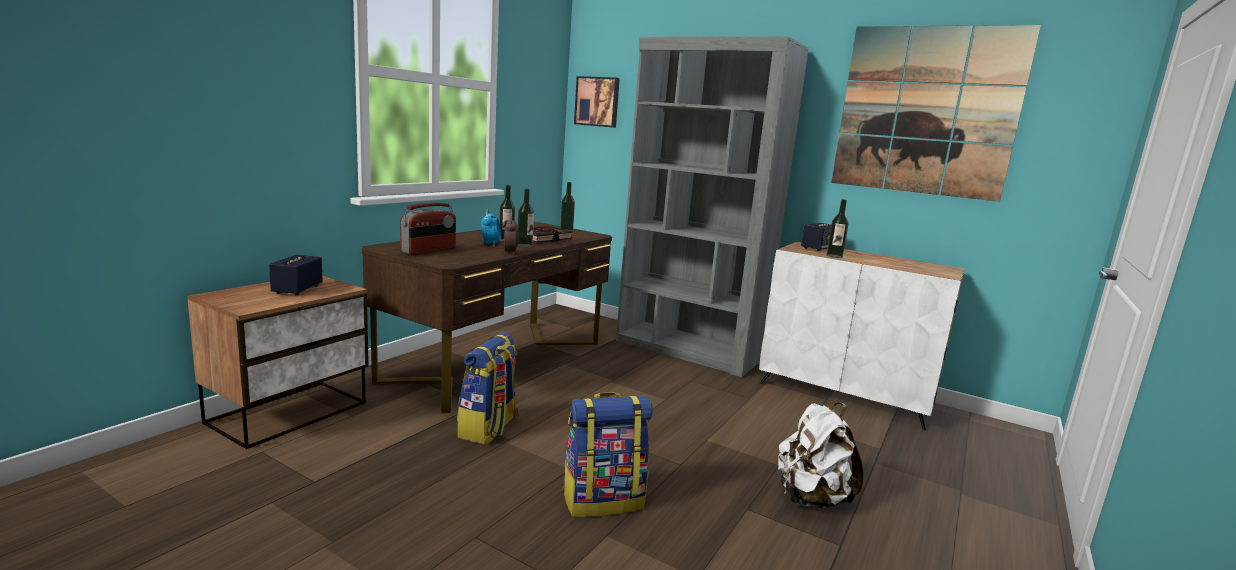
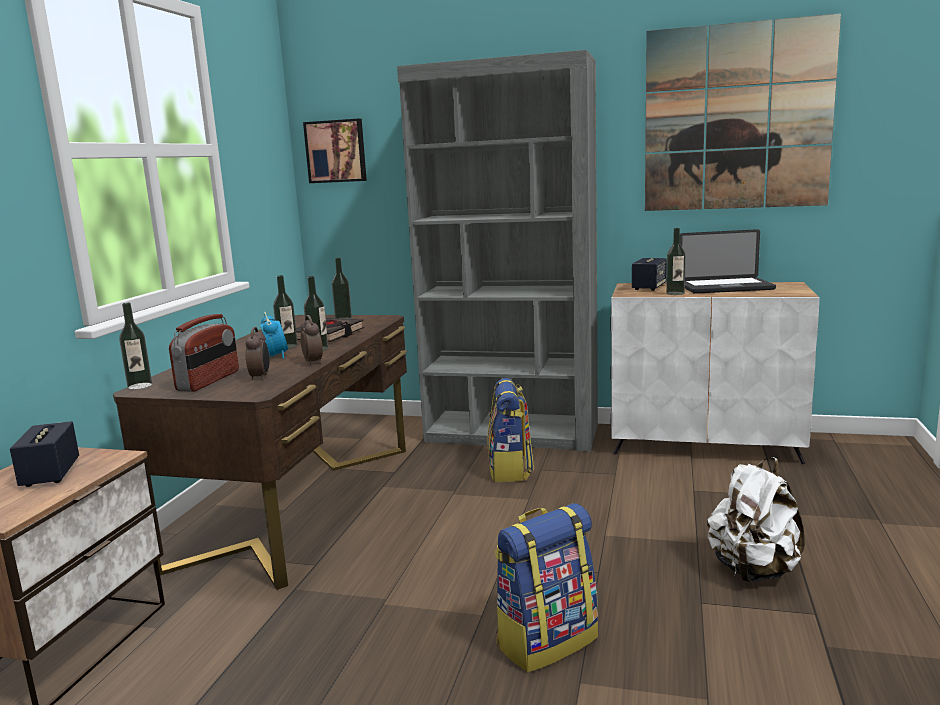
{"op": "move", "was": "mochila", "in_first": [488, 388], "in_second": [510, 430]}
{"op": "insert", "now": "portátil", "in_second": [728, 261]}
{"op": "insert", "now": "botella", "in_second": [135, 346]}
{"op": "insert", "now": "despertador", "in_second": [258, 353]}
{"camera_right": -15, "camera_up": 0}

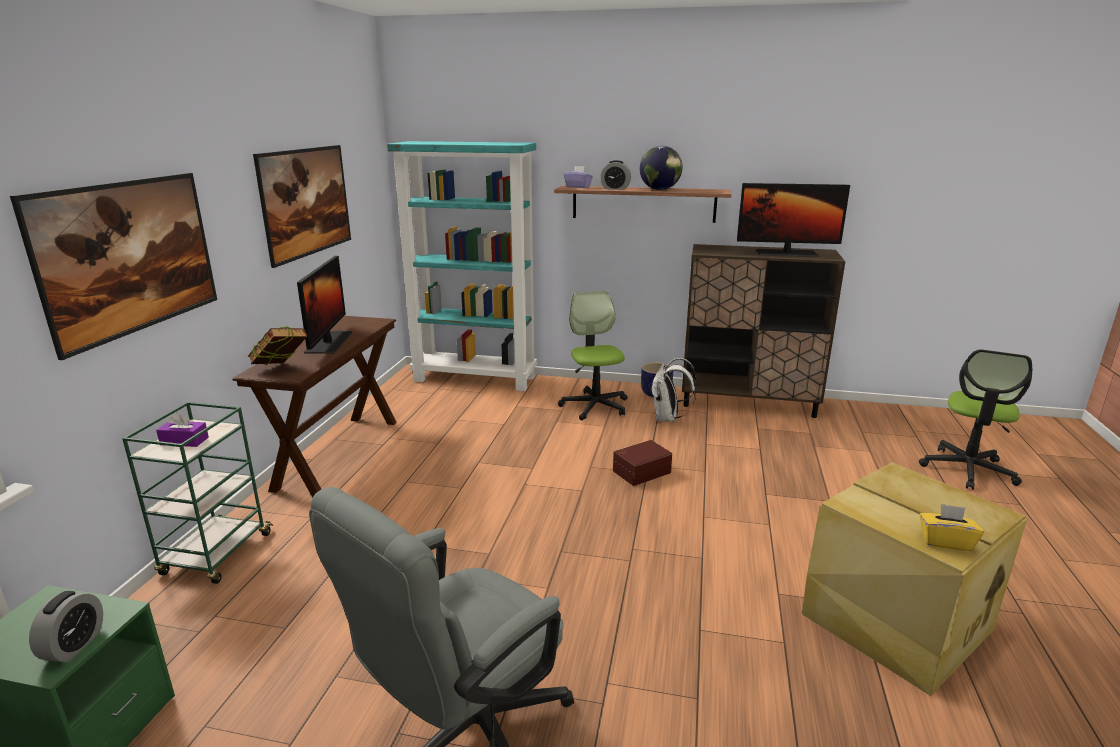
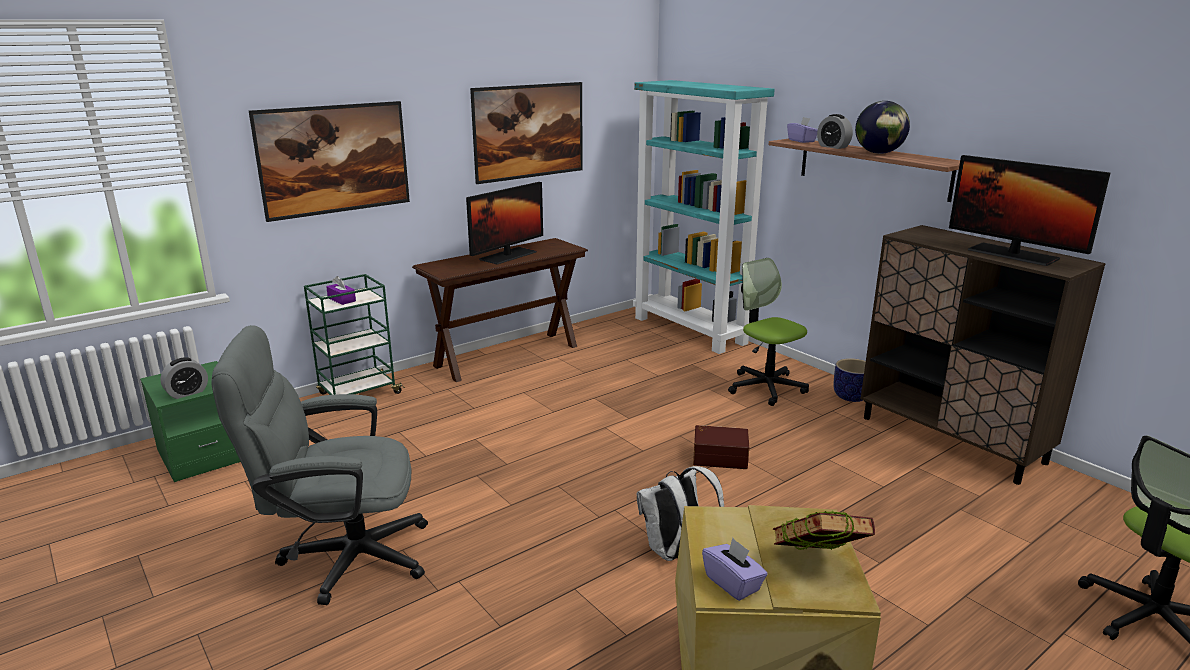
{"op": "rotate", "was": "silla de oficina", "in_first": [593, 355], "in_second": [768, 332], "clockwise": -60}
{"op": "move", "was": "libro", "in_first": [277, 345], "in_second": [824, 530]}
{"op": "move", "was": "mochila [blanco]", "in_first": [674, 390], "in_second": [680, 513]}
{"op": "recolor", "was": "caja de pañuelos [amarillo]", "now": "caja de pañuelos [morado]", "in_first": [952, 527], "in_second": [735, 569]}
{"camera_right": 40, "camera_up": 0}

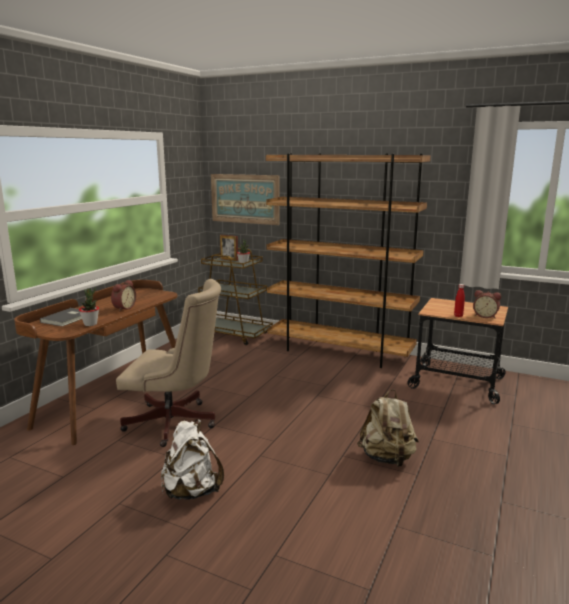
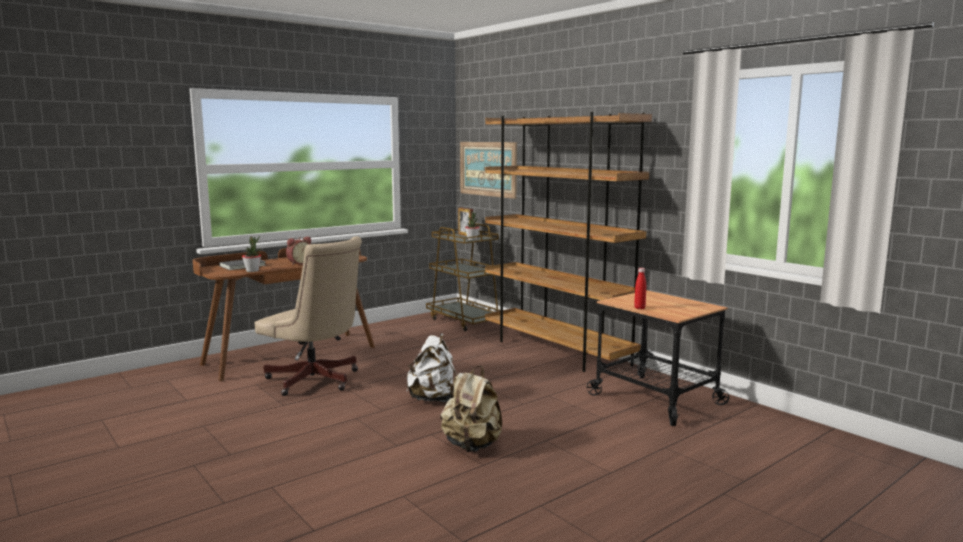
{"op": "delete", "was": "despertador", "in_first": [487, 304]}
{"op": "move", "was": "mochila [blanco]", "in_first": [192, 459], "in_second": [432, 367]}
{"camera_right": 25, "camera_up": -5}

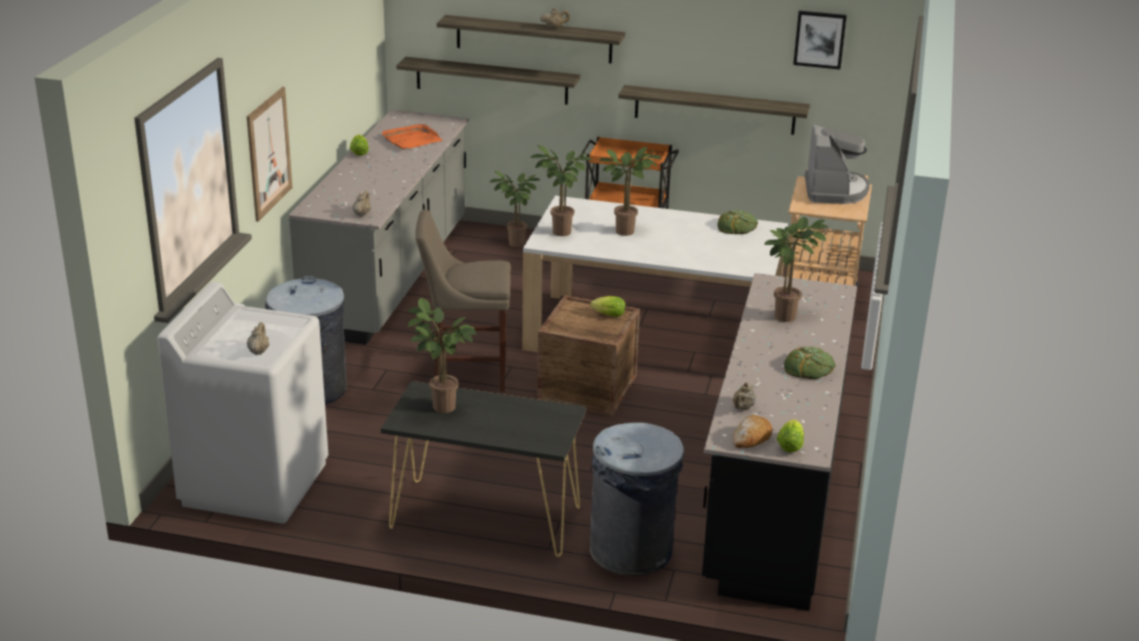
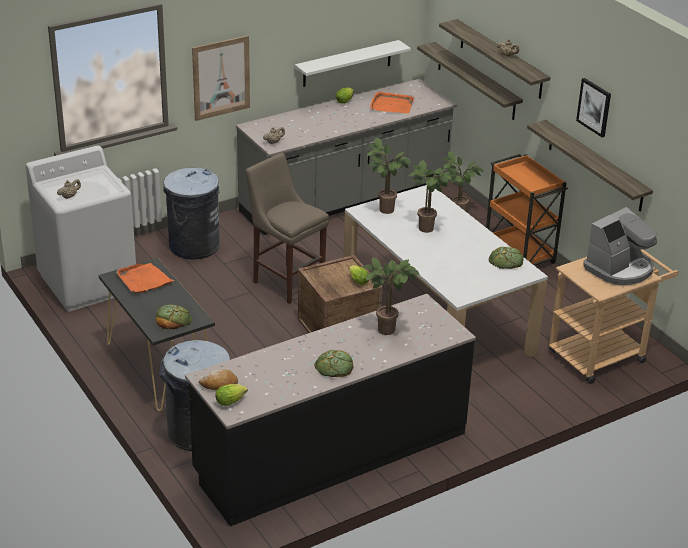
{"op": "move", "was": "cuadro", "in_first": [820, 40], "in_second": [593, 107]}
{"op": "replace", "was": "planta en maceta", "now": "bandeja [naranja]", "in_first": [442, 355], "in_second": [145, 278]}
{"op": "delete", "was": "tetera [beis]", "in_first": [744, 396]}
{"op": "insert", "now": "estante [blanco]", "in_second": [353, 63]}
{"op": "insert", "now": "pan", "in_second": [174, 317]}
{"camera_right": 45, "camera_up": 5}

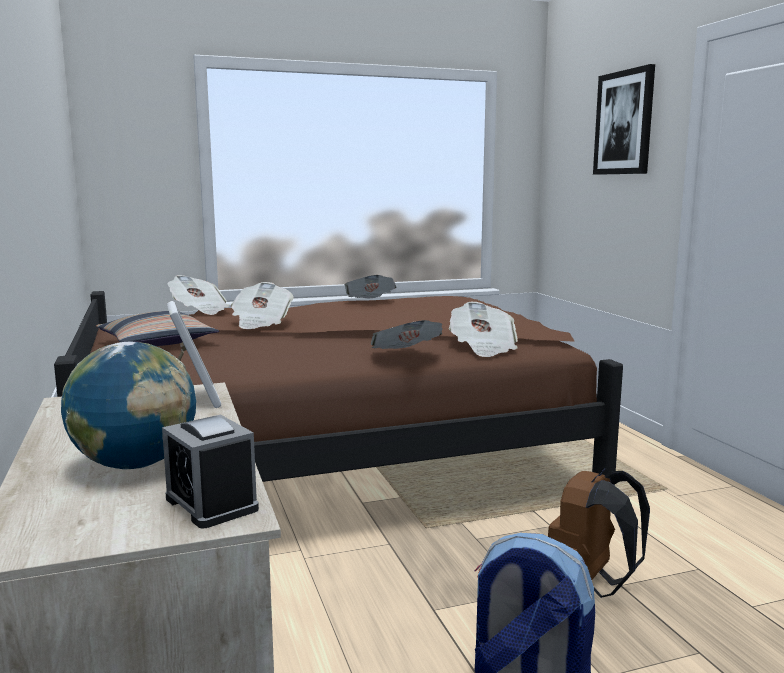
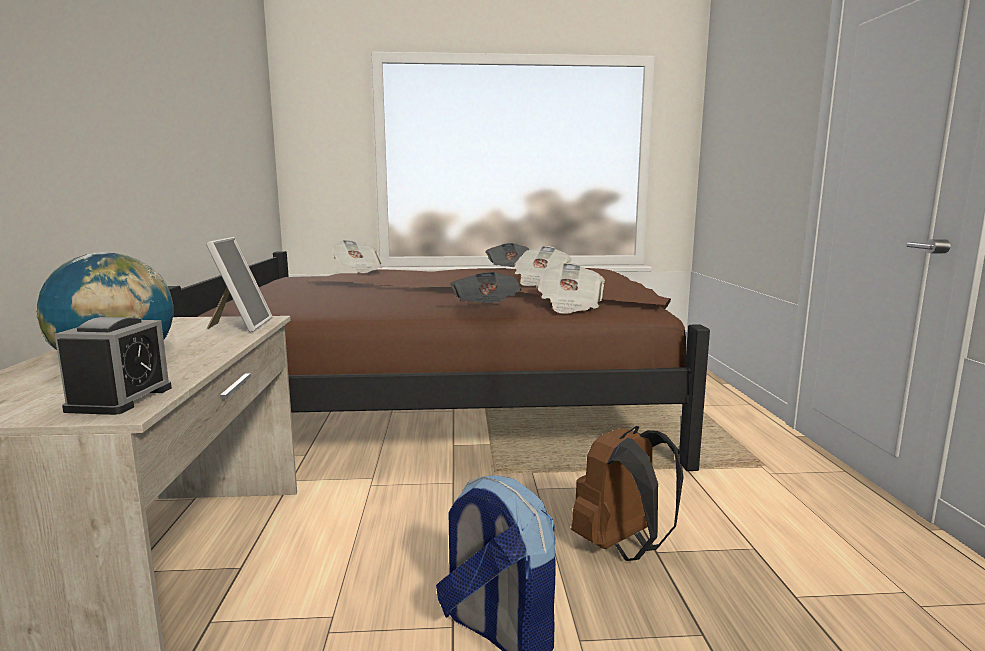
{"op": "delete", "was": "cuadro", "in_first": [624, 119]}
{"op": "move", "was": "periódico", "in_first": [262, 305], "in_second": [543, 266]}
{"op": "delete", "was": "cojín", "in_first": [157, 328]}
{"op": "rotate", "was": "despertador", "in_first": [210, 472], "in_second": [113, 366], "clockwise": -150}
{"camera_right": 15, "camera_up": 0}

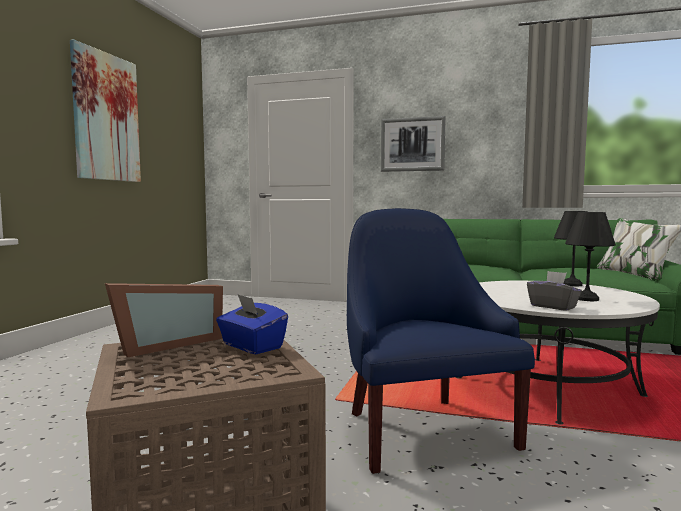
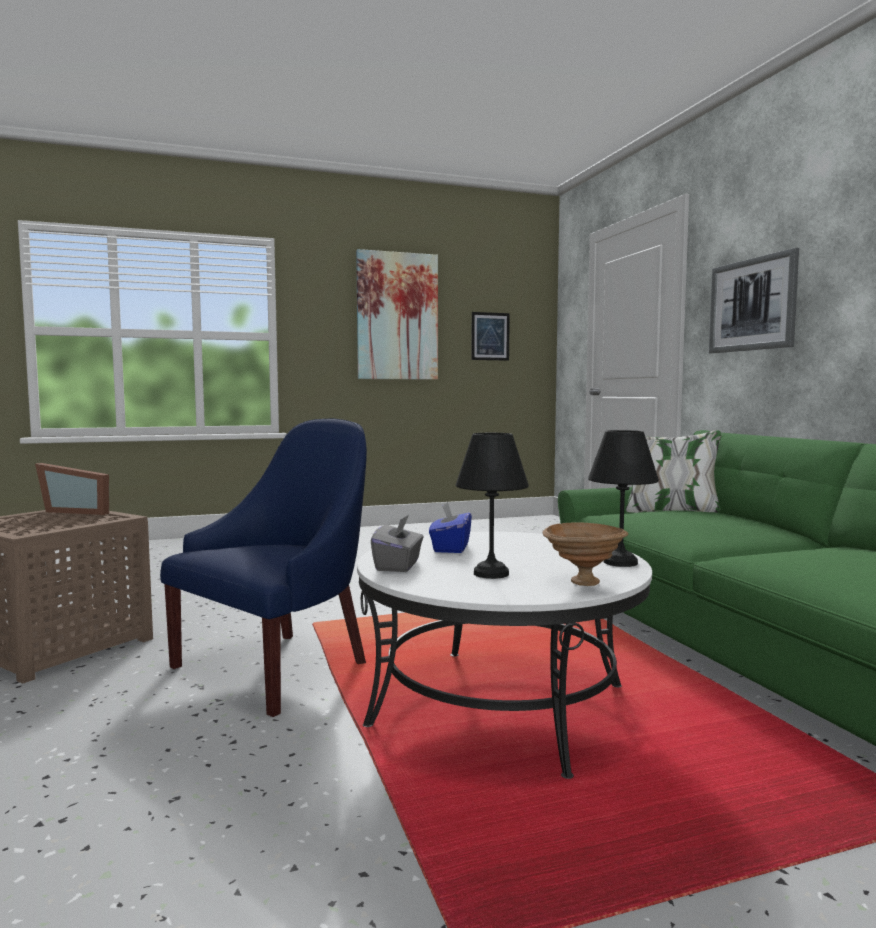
{"op": "move", "was": "caja de pañuelos [azul]", "in_first": [252, 324], "in_second": [450, 527]}
{"op": "insert", "now": "cuadro", "in_second": [490, 336]}
{"op": "insert", "now": "cuenco [marrón]", "in_second": [585, 554]}
{"camera_right": 55, "camera_up": 0}

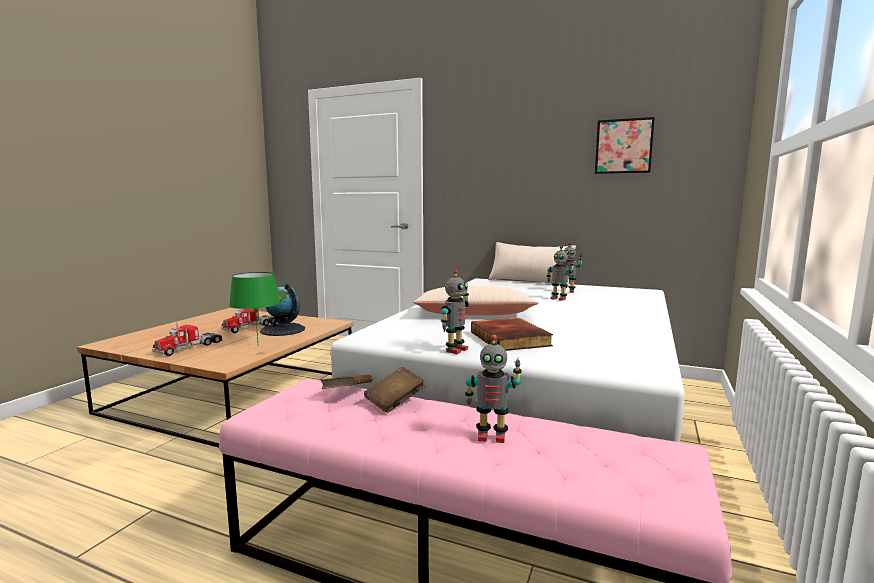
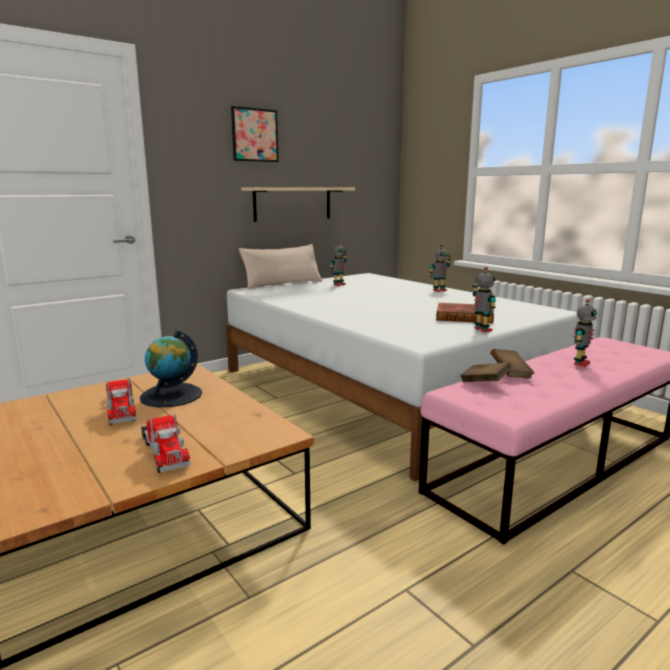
{"op": "move", "was": "cuadro", "in_first": [625, 145], "in_second": [255, 134]}
{"op": "move", "was": "robot de juguete", "in_first": [561, 273], "in_second": [440, 268]}
{"op": "delete", "was": "lámpara de mesa [verde]", "in_first": [254, 307]}
{"op": "delete", "was": "cojín [beis]", "in_first": [476, 300]}
{"op": "insert", "now": "estante [beis]", "in_second": [298, 204]}
{"camera_right": -60, "camera_up": 5}

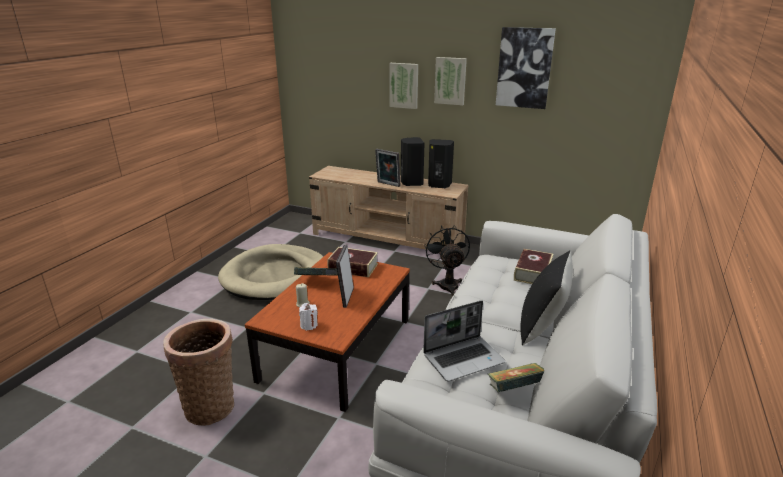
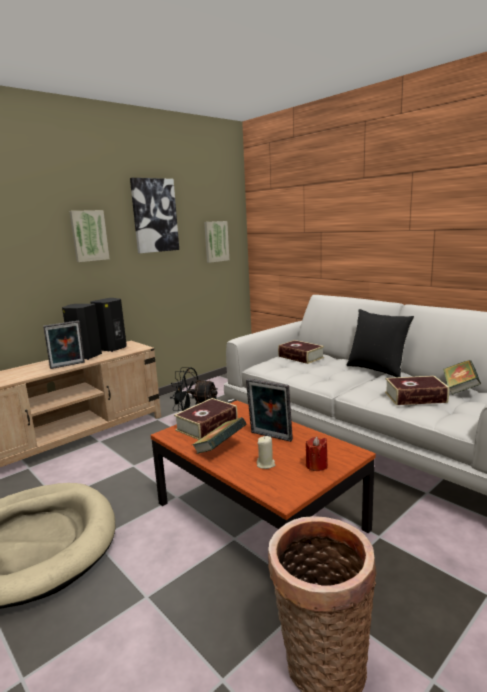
{"op": "move", "was": "cuadro", "in_first": [403, 86], "in_second": [216, 242]}
{"op": "replace", "was": "portátil", "now": "libro", "in_first": [464, 340], "in_second": [417, 390]}
{"op": "recolor", "was": "vela [blanco]", "now": "vela [rojo]", "in_first": [308, 316], "in_second": [317, 454]}
{"camera_right": -65, "camera_up": -10}

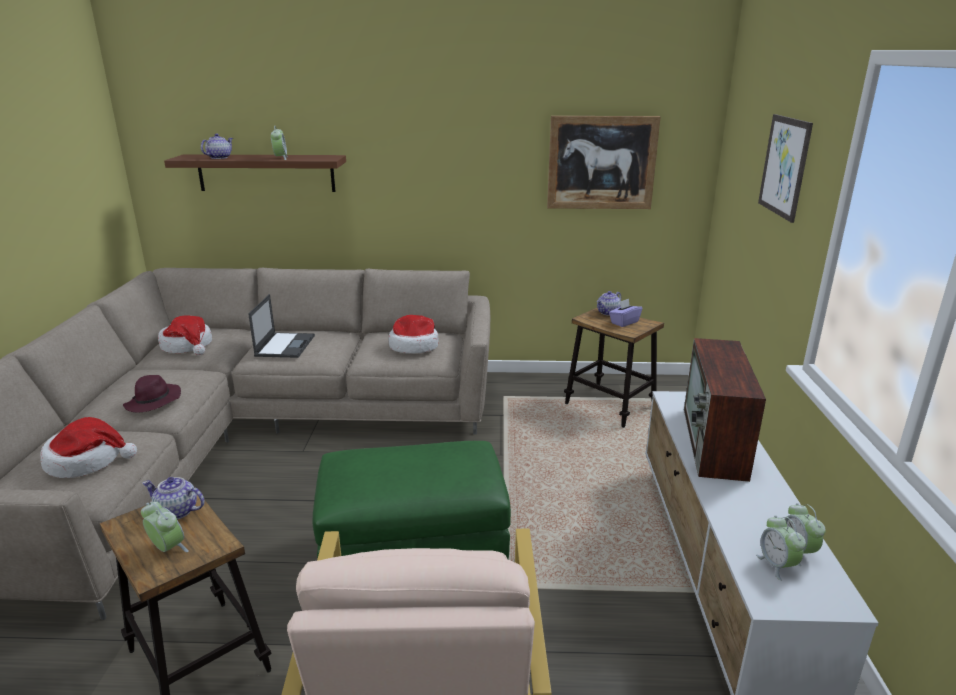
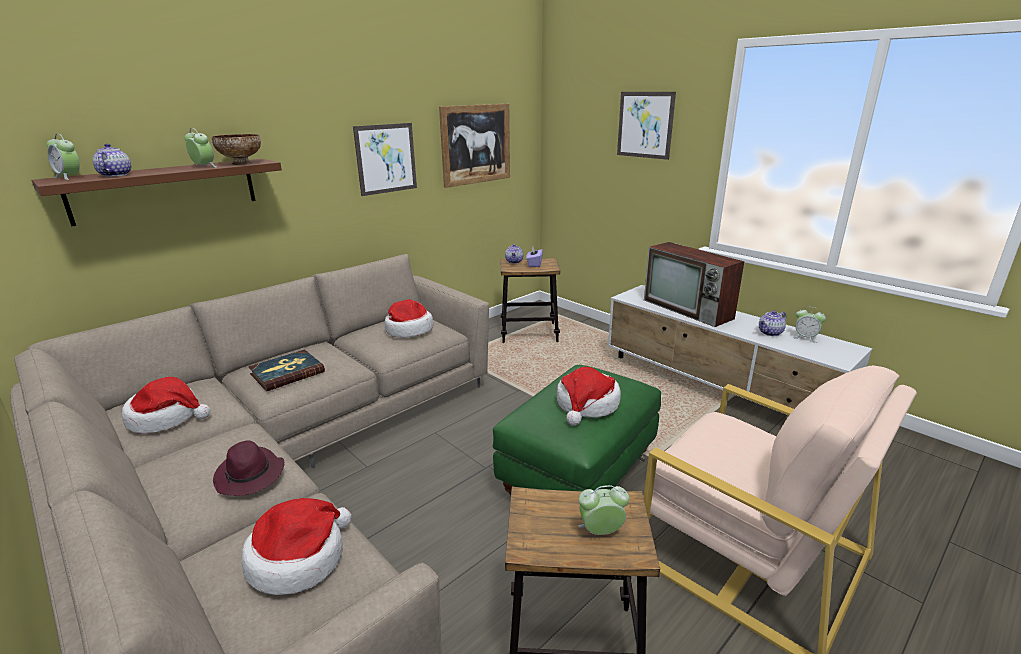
{"op": "replace", "was": "portátil", "now": "libro", "in_first": [281, 326], "in_second": [287, 370]}
{"op": "move", "was": "tetera", "in_first": [174, 498], "in_second": [773, 323]}
{"op": "move", "was": "despertador", "in_first": [781, 548], "in_second": [63, 157]}
{"op": "insert", "now": "cuadro", "in_second": [385, 159]}
{"op": "insert", "now": "cuenco", "in_second": [236, 149]}
{"op": "insert", "now": "sombrero", "in_second": [589, 396]}
{"camera_right": -45, "camera_up": 0}

